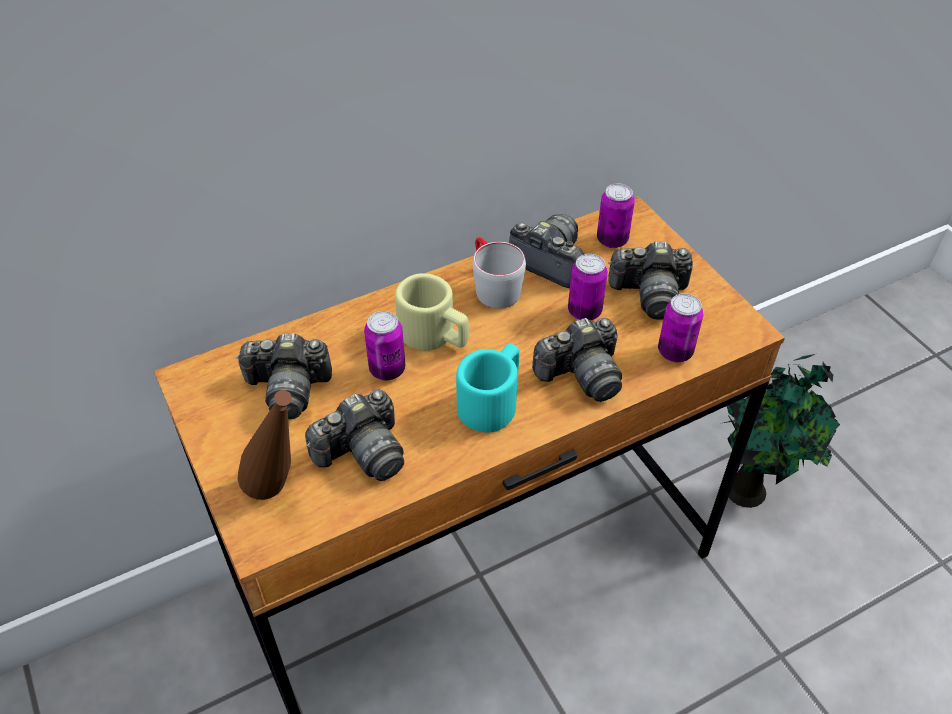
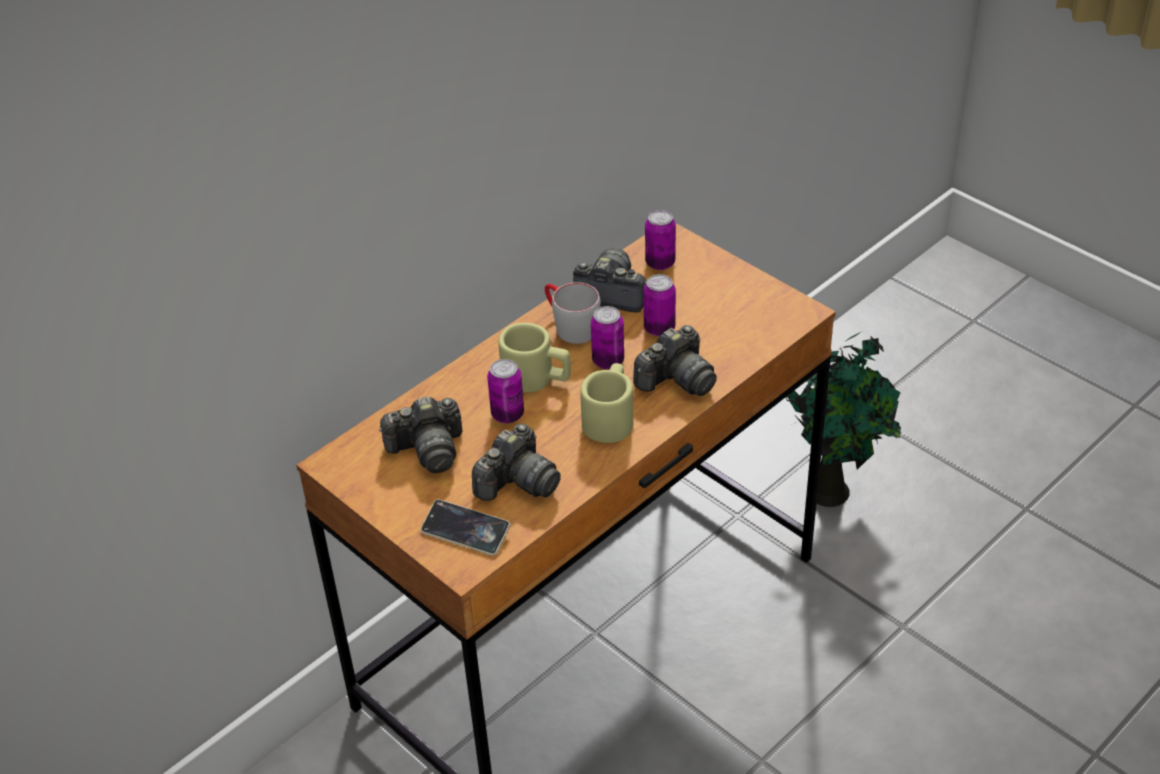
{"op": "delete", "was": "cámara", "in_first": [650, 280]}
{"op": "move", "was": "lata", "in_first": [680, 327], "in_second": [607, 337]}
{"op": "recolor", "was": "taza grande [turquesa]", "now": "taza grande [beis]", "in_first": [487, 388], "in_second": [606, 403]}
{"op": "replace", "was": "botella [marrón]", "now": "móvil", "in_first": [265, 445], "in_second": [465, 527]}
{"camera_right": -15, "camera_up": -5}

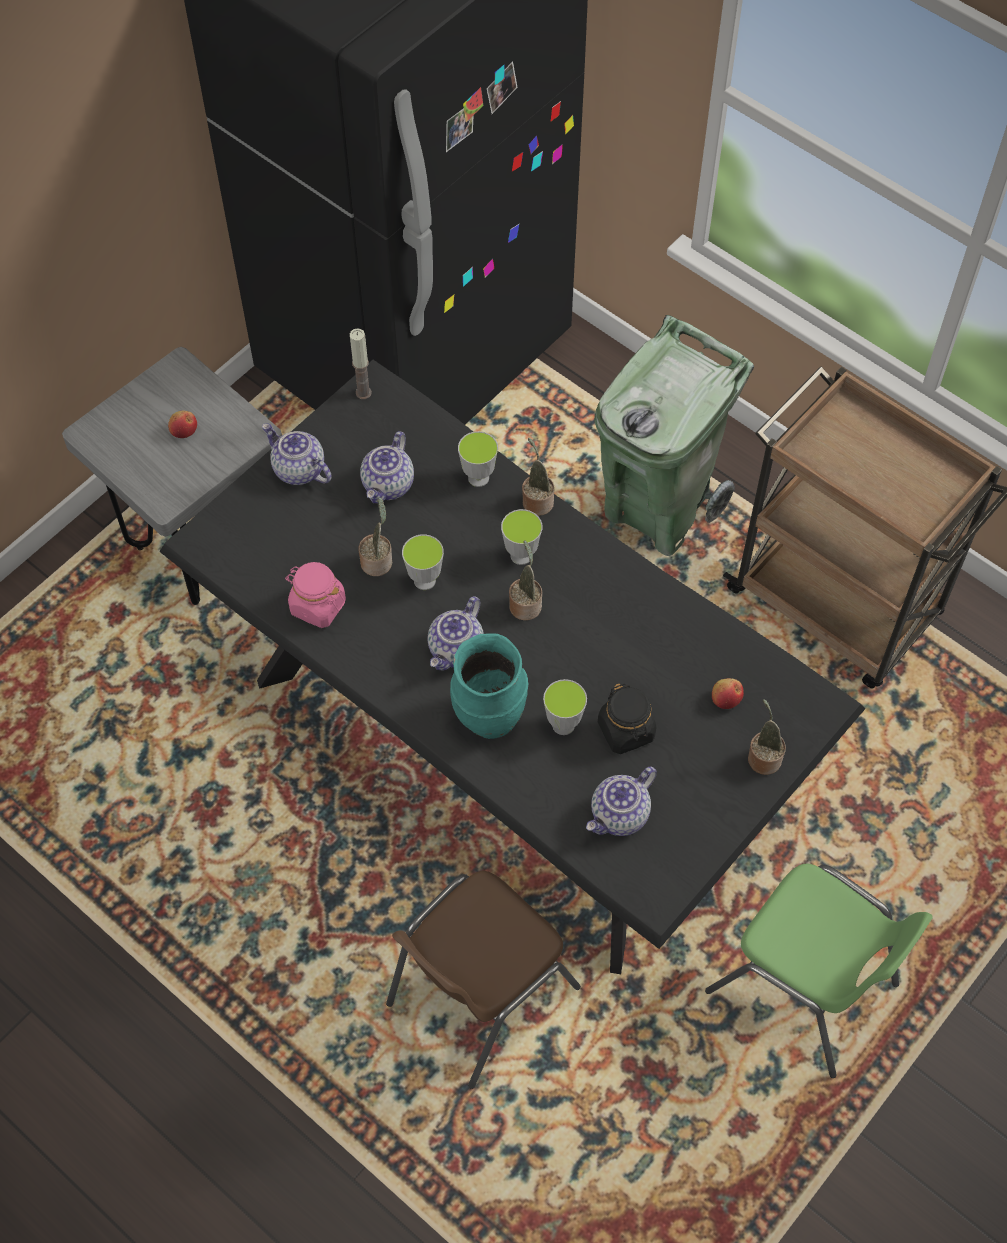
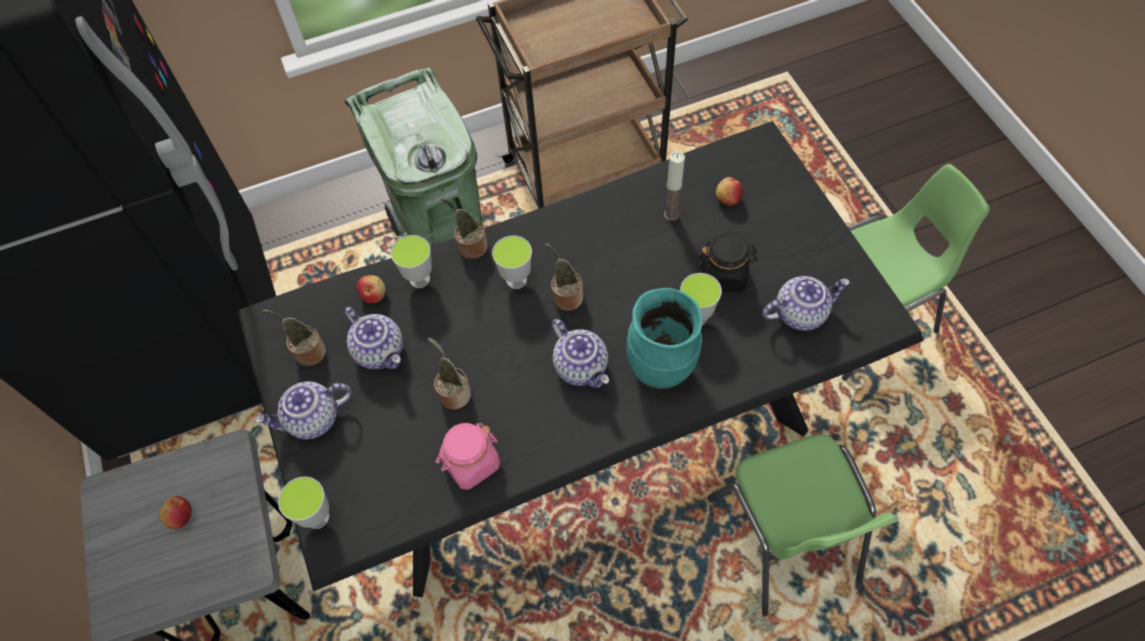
{"op": "move", "was": "vela", "in_first": [361, 363], "in_second": [674, 186]}
{"op": "move", "was": "taza", "in_first": [423, 562], "in_second": [303, 502]}
{"op": "move", "was": "planta en maceta", "in_first": [767, 737], "in_second": [294, 337]}
{"op": "rotate", "was": "tetera", "in_first": [621, 801], "in_second": [806, 303], "clockwise": -90}
{"op": "recolor", "was": "silla [marrón]", "now": "silla [verde]", "in_first": [483, 980], "in_second": [803, 525]}
{"op": "insert", "now": "manzana", "in_second": [371, 289]}
{"camera_right": -60, "camera_up": 0}

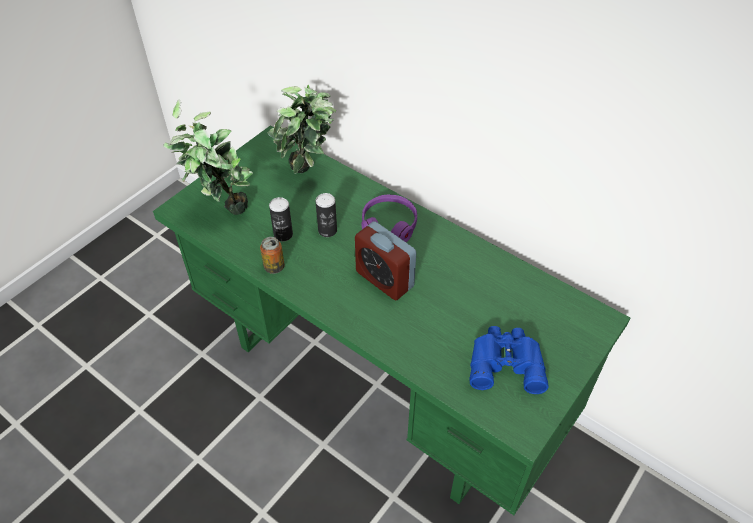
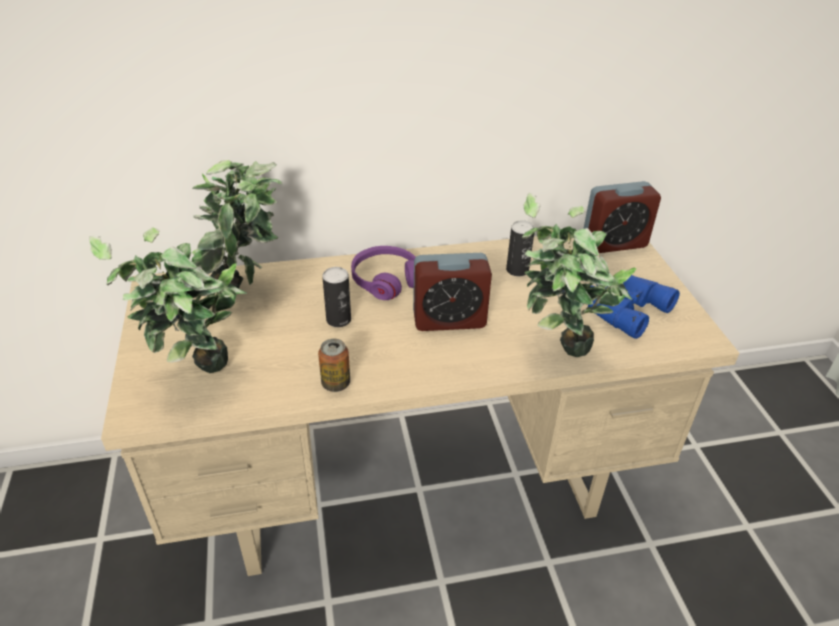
{"op": "recolor", "was": "escritorio [verde]", "now": "escritorio [beis]", "in_first": [391, 320], "in_second": [420, 406]}
{"op": "move", "was": "lata", "in_first": [281, 219], "in_second": [520, 248]}
{"op": "insert", "now": "despertador", "in_second": [622, 217]}
{"op": "insert", "now": "planta en maceta", "in_second": [579, 275]}
{"camera_right": -50, "camera_up": -10}

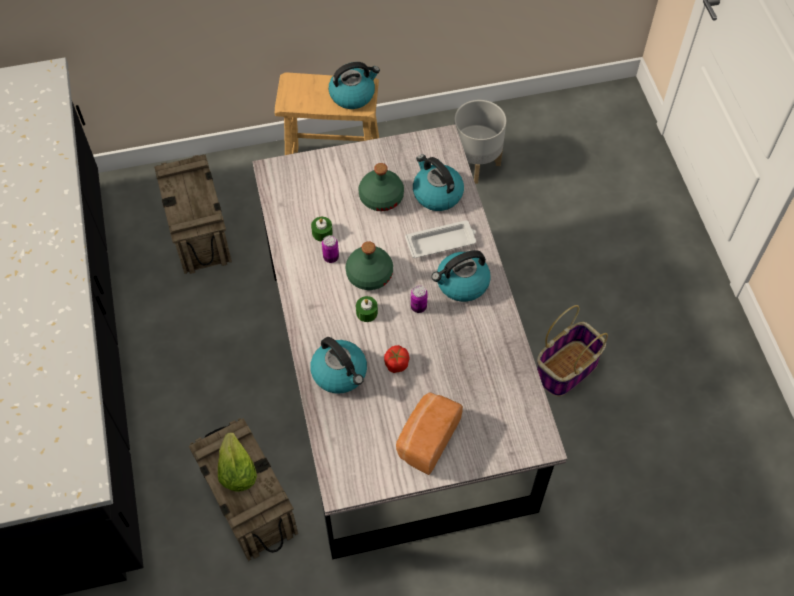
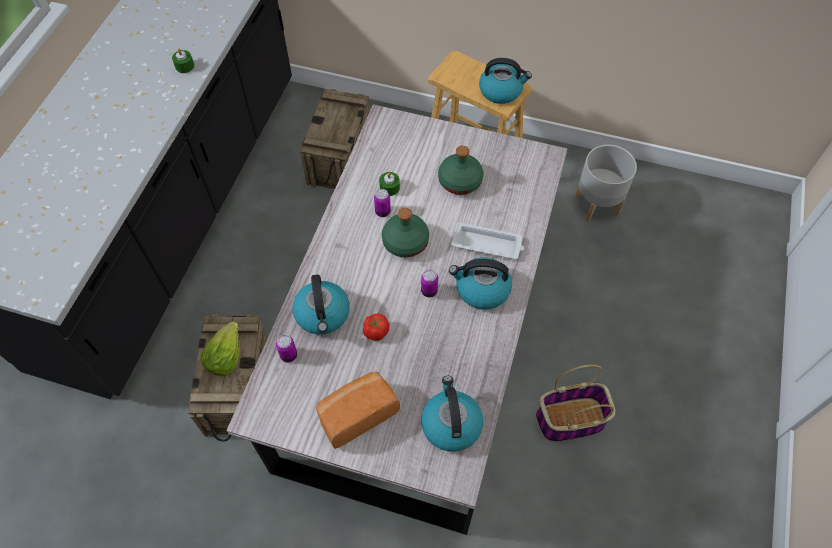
{"op": "move", "was": "hervidor", "in_first": [438, 182], "in_second": [452, 414]}
{"op": "move", "was": "vela [verde]", "in_first": [367, 309], "in_second": [183, 61]}
{"op": "insert", "now": "lata", "in_second": [286, 348]}
{"camera_right": 30, "camera_up": 0}

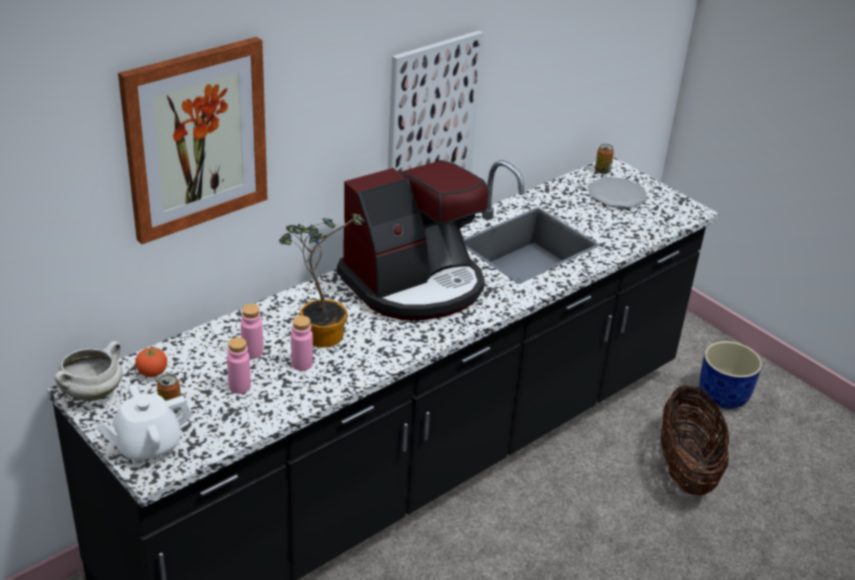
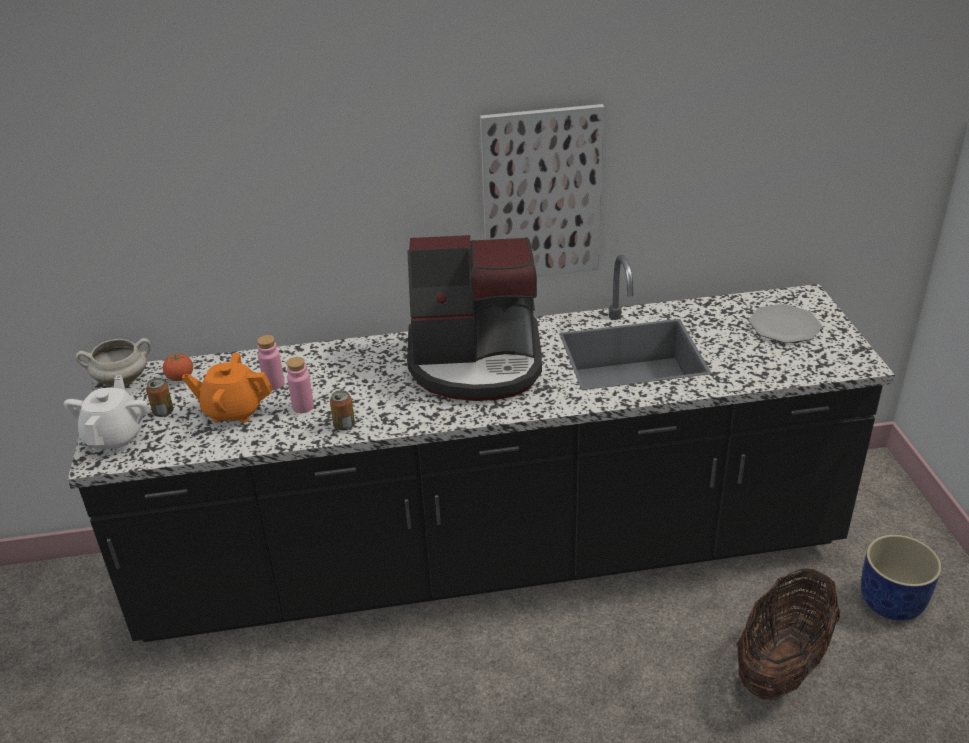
{"op": "delete", "was": "cuadro", "in_first": [193, 140]}
{"op": "move", "was": "lata", "in_first": [604, 159], "in_second": [342, 410]}
{"op": "delete", "was": "planta en maceta", "in_first": [322, 281]}
{"op": "replace", "was": "botella [rosa]", "now": "tetera [naranja]", "in_first": [239, 365], "in_second": [227, 388]}
{"op": "rotate", "was": "tetera [blanco]", "in_first": [143, 424], "in_second": [105, 412], "clockwise": 90}
{"camera_right": 35, "camera_up": 0}

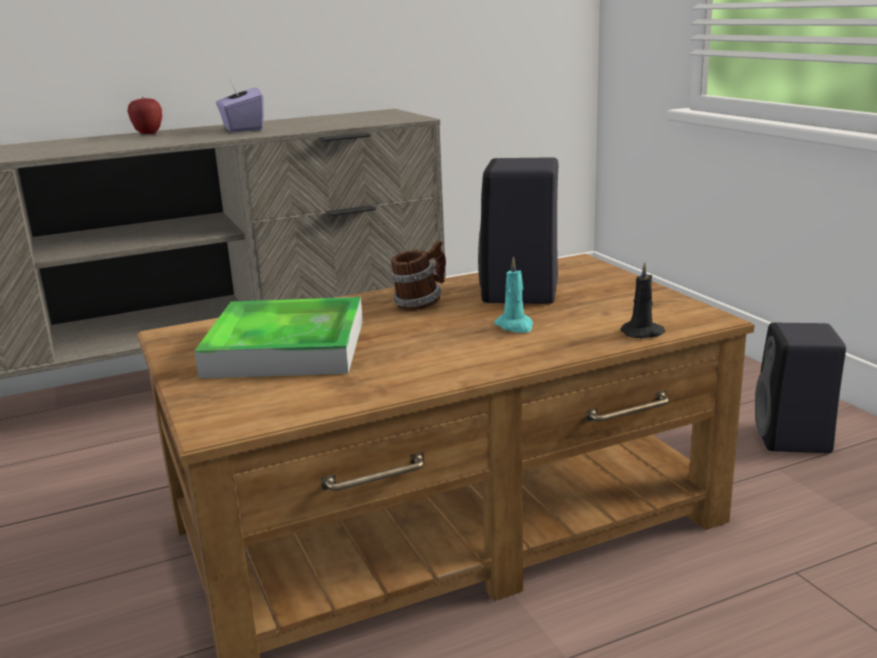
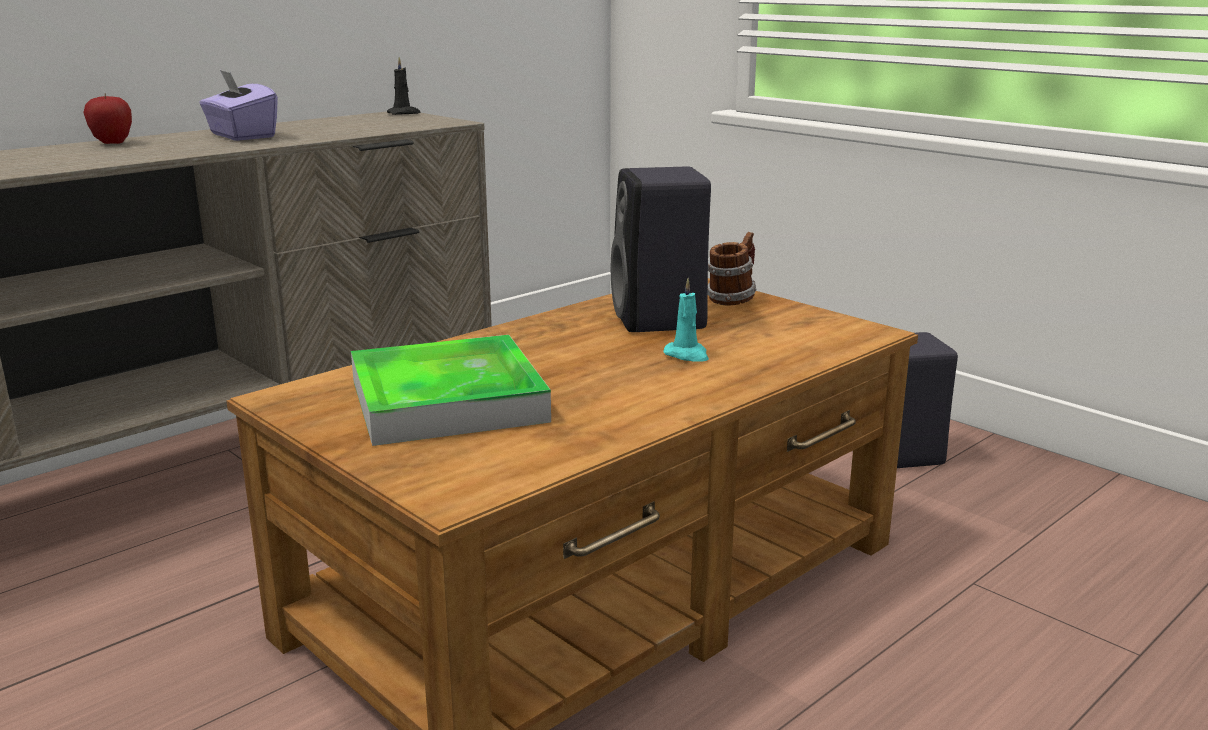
{"op": "move", "was": "taza grande", "in_first": [418, 276], "in_second": [732, 268]}
{"op": "move", "was": "vela [negro]", "in_first": [643, 300], "in_second": [404, 86]}
{"camera_right": -20, "camera_up": 0}

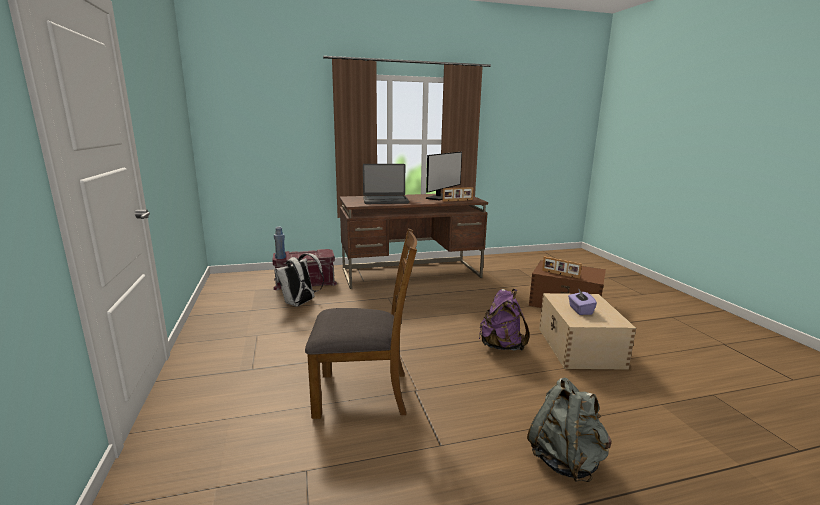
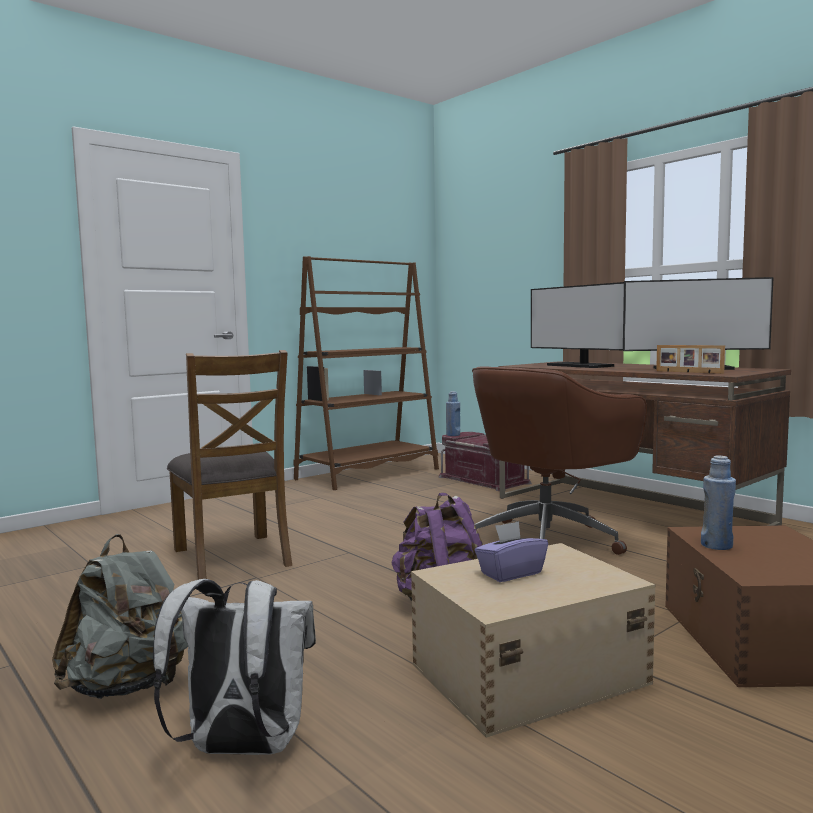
{"op": "replace", "was": "portátil", "now": "monitor", "in_first": [386, 184], "in_second": [577, 325]}
{"op": "move", "was": "mochila [blanco]", "in_first": [299, 280], "in_second": [234, 667]}
{"op": "replace", "was": "portarretratos", "now": "botella [azul]", "in_first": [562, 267], "in_second": [718, 502]}
{"op": "insert", "now": "estantería [marrón]", "in_second": [366, 373]}
{"op": "insert", "now": "silla de oficina [marrón]", "in_second": [559, 460]}
{"camera_right": 65, "camera_up": -10}

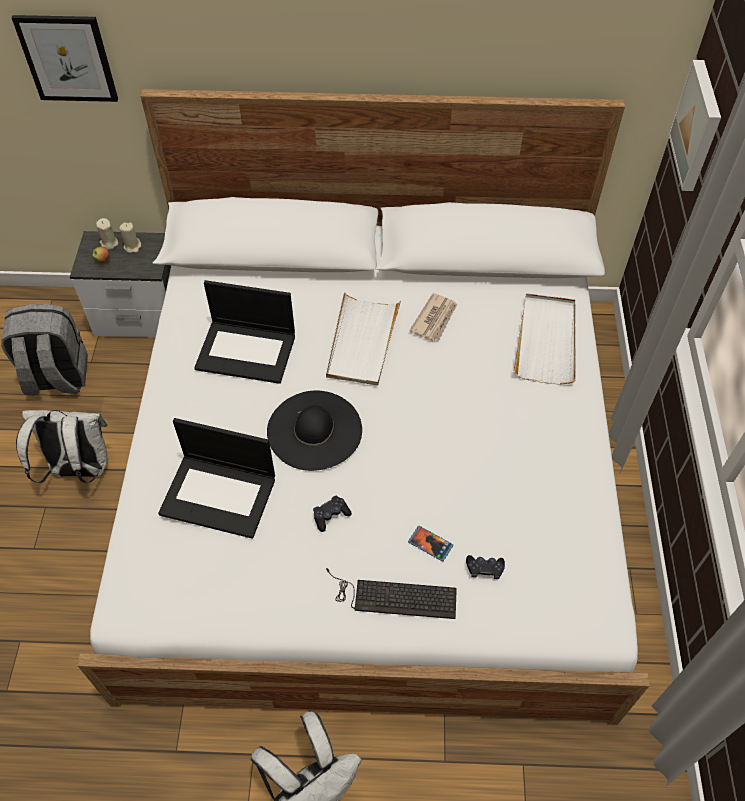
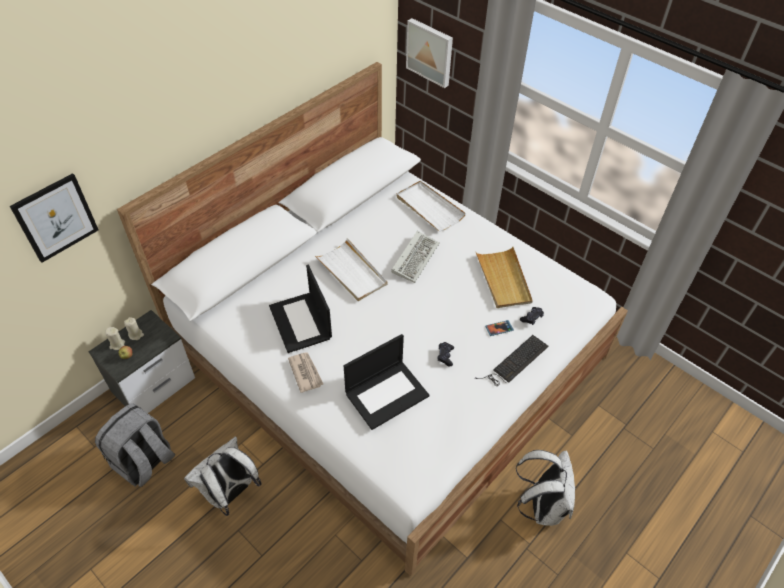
{"op": "rotate", "was": "portátil", "in_first": [244, 332], "in_second": [300, 309], "clockwise": 105}
{"op": "move", "was": "periódico", "in_first": [433, 317], "in_second": [305, 372]}
{"op": "delete", "was": "sombrero [negro]", "in_first": [314, 430]}
{"op": "insert", "now": "teclado", "in_second": [415, 257]}
{"op": "insert", "now": "bandeja [beis]", "in_second": [504, 277]}
{"camera_right": -50, "camera_up": -5}

